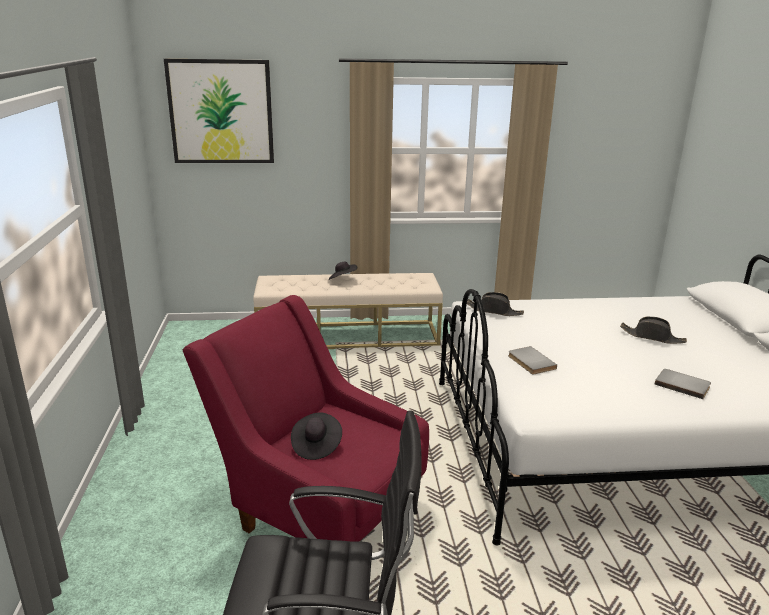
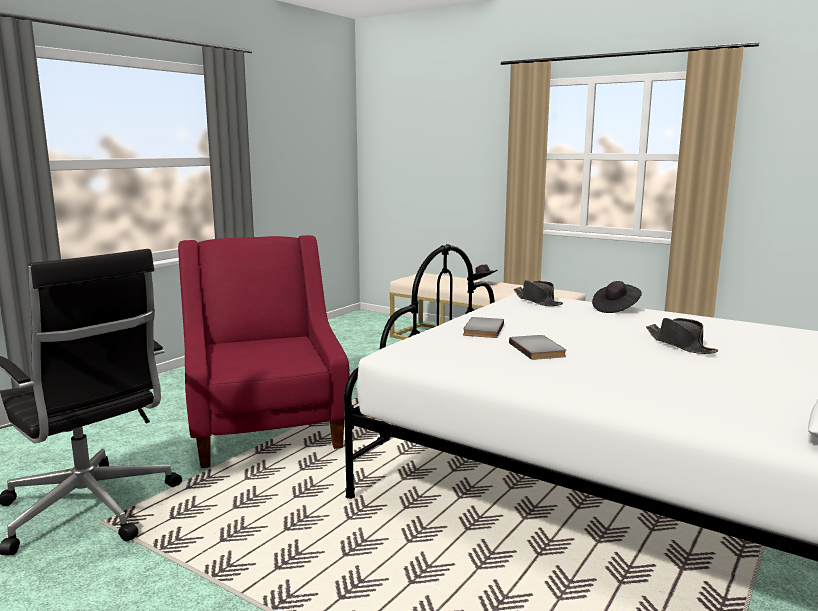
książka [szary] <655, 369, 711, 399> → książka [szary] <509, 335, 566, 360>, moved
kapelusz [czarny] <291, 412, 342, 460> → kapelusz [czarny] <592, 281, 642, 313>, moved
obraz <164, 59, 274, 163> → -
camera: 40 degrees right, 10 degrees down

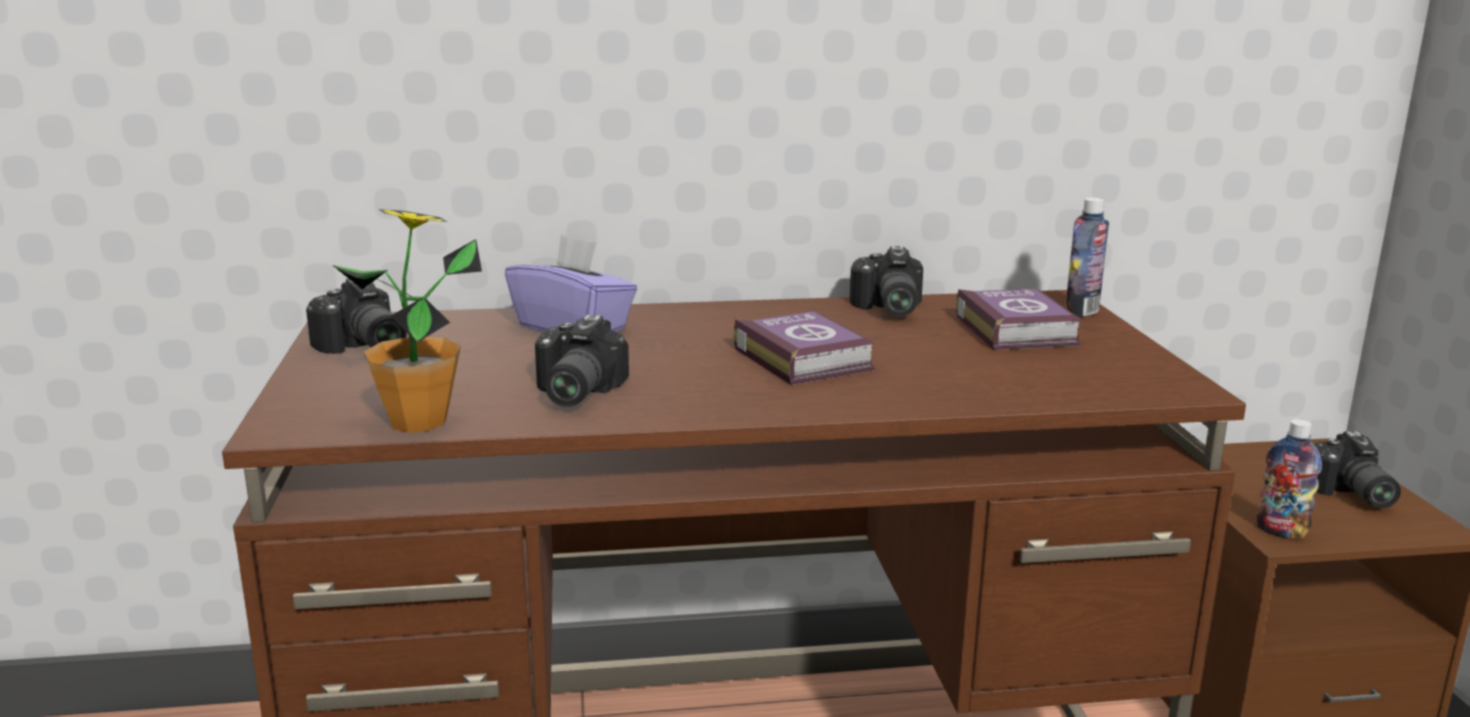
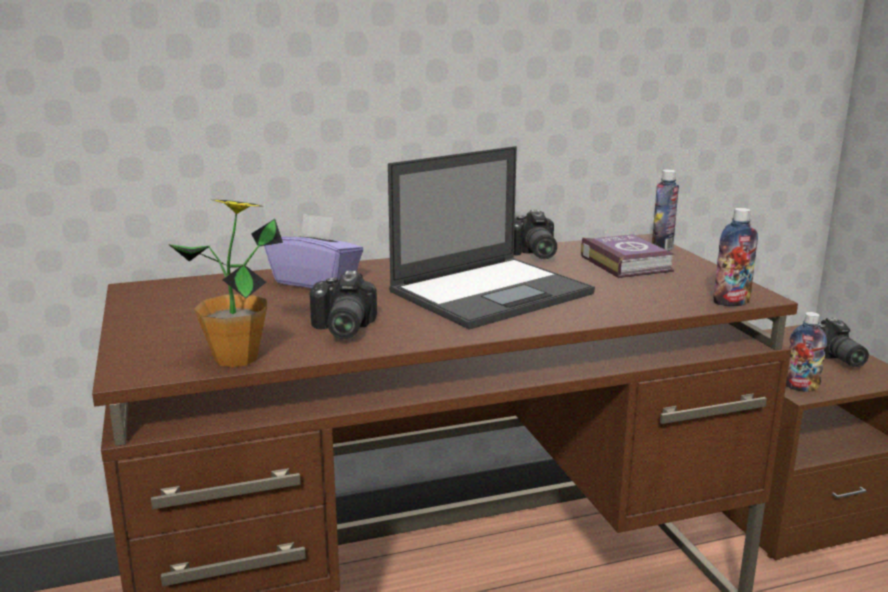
książka <733, 311, 877, 385> → laptop <388, 146, 595, 330>
- → butelka <713, 208, 758, 306>
aparat fotograficzny <306, 278, 406, 354> → -
camera: 10 degrees left, 0 degrees up

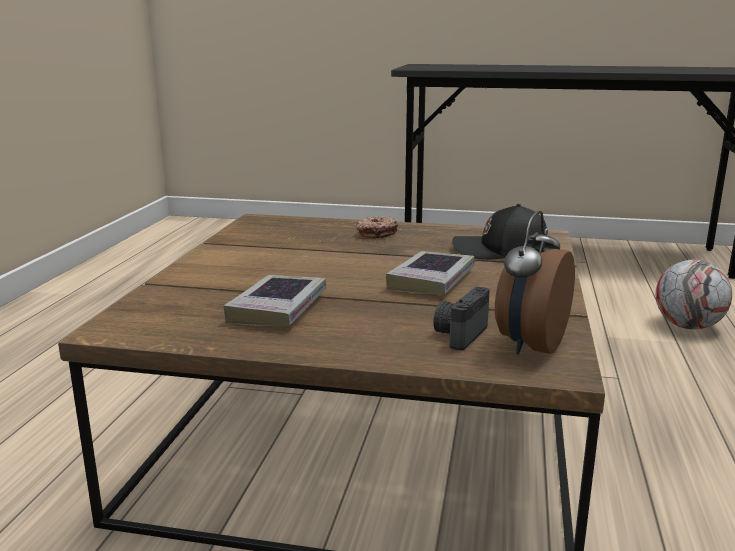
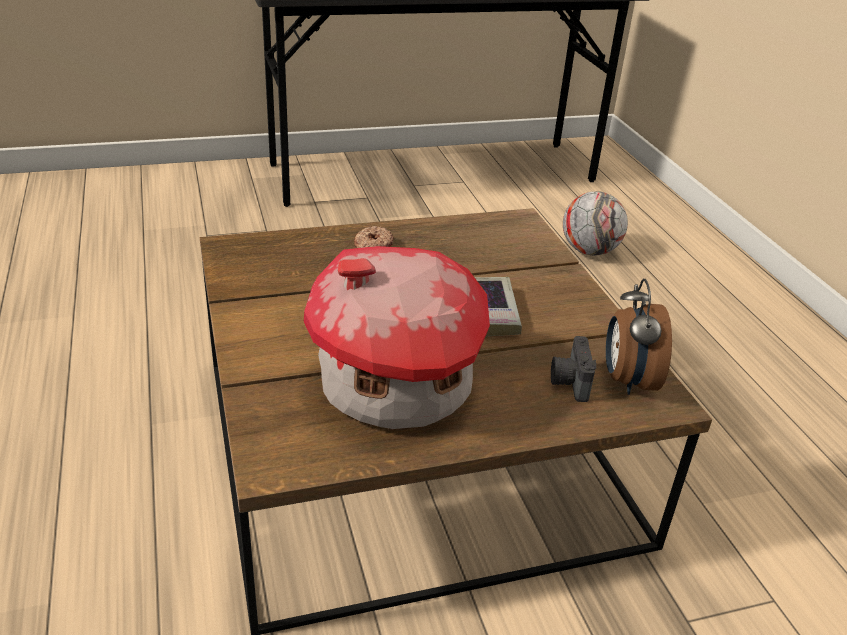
książka <223, 275, 327, 326> → domek <304, 246, 490, 429>
czapka z daszkiem [czarny] <452, 204, 547, 260> → -
camera: 30 degrees left, 15 degrees up

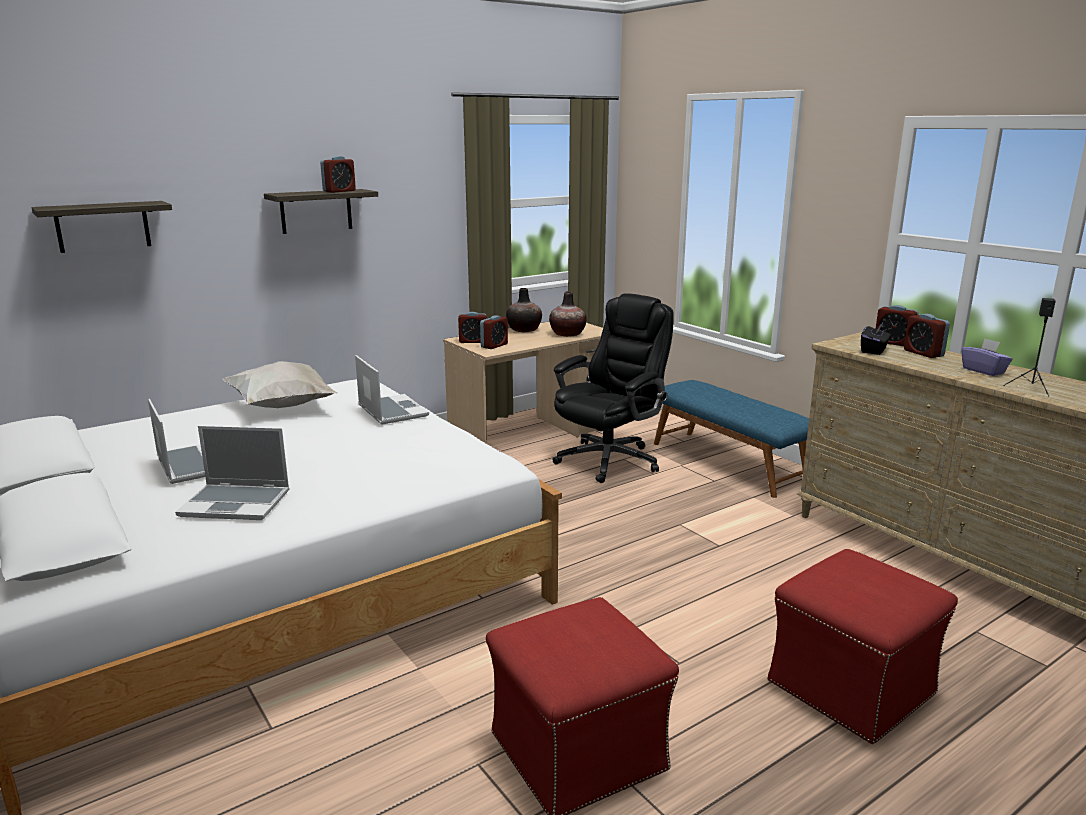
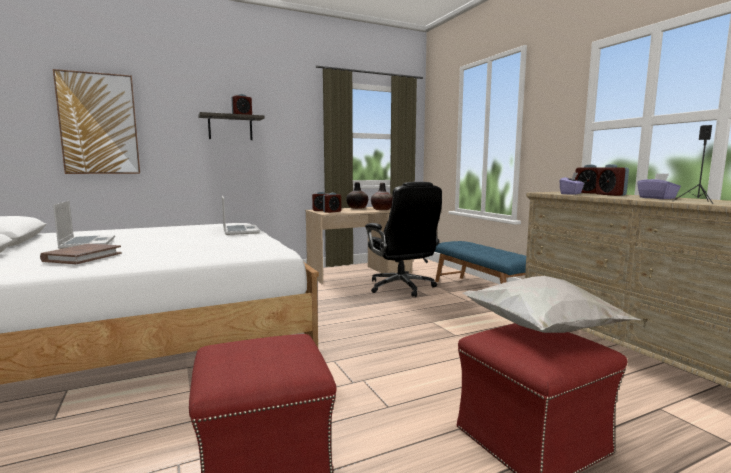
laptop <175, 426, 290, 520> → książka [brązowy] <40, 244, 122, 264>
półka <31, 201, 172, 253> → obraz <53, 69, 140, 174>
krzesło biurowe [czarny] <552, 293, 674, 483> → krzesło biurowe [czarny] <365, 182, 442, 297>, 105 degrees clockwise
poduszka [biały] <223, 361, 337, 408> → poduszka [biały] <463, 276, 641, 333>, moved
pudełko chusteczek [czarny] <861, 322, 891, 355> → pudełko chusteczek [fioletowy] <560, 173, 585, 195>
camera: 10 degrees right, 10 degrees down

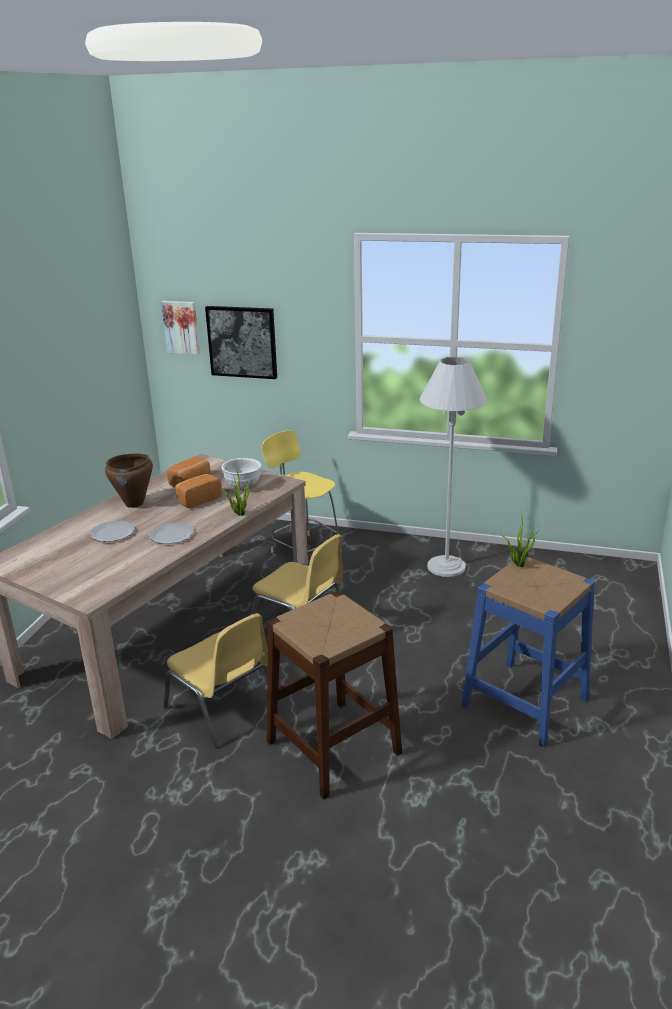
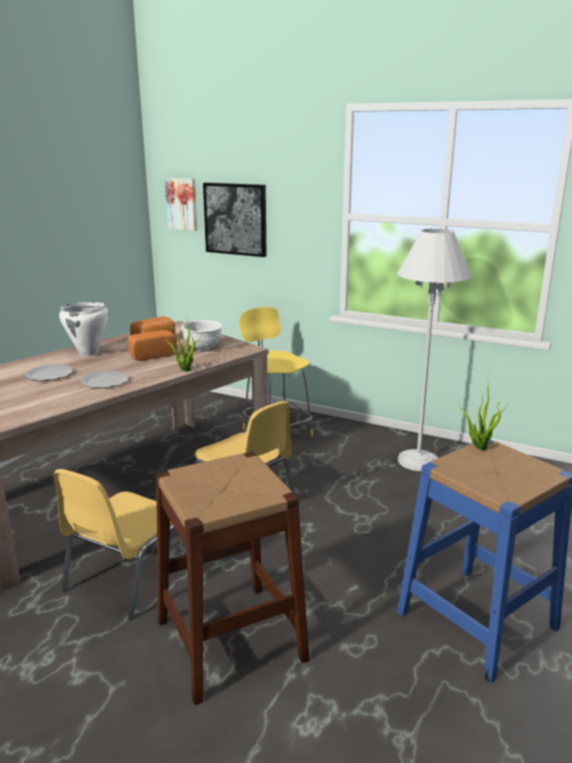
krzesło [żółty] <164, 613, 280, 748> → krzesło [żółty] <53, 469, 174, 620>, 60 degrees clockwise
garnek [brązowy] <105, 454, 153, 508> → garnek [biały] <59, 302, 109, 356>
camera: 10 degrees right, 5 degrees down

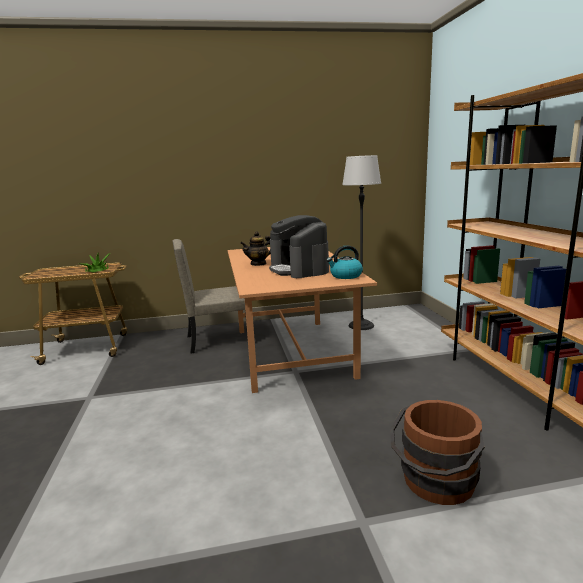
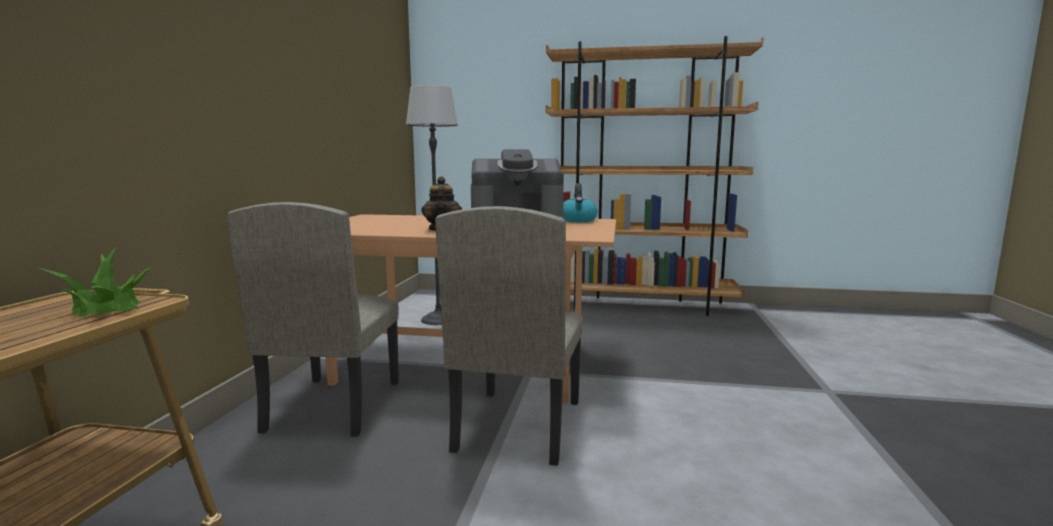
- → krzesło [beżowy] <435, 206, 583, 466>
wiadro [brązowy] <390, 400, 485, 505> → -
camera: 70 degrees left, 5 degrees down

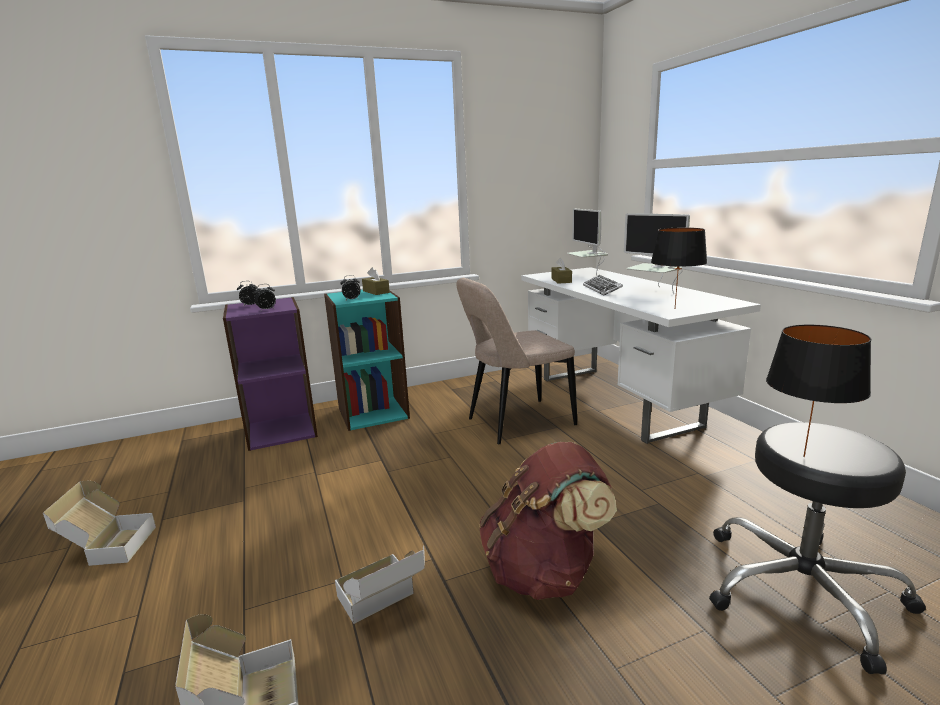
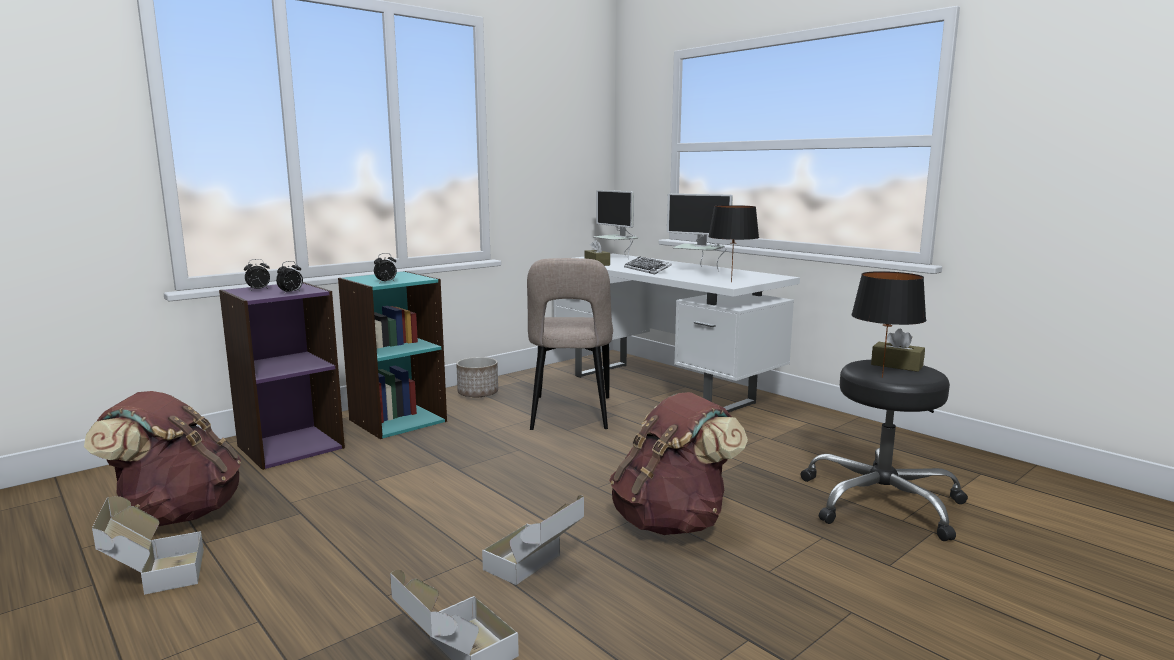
- → plecak [brązowy] <84, 391, 241, 526>
- → donica <456, 357, 498, 397>
krzesło [beżowy] <456, 278, 577, 444> → krzesło [beżowy] <527, 258, 613, 430>, 45 degrees counterclockwise
pudełko chusteczek [brązowy] <362, 267, 390, 295> → pudełko chusteczek [brązowy] <871, 329, 925, 372>, moved
camera: 20 degrees left, 5 degrees down

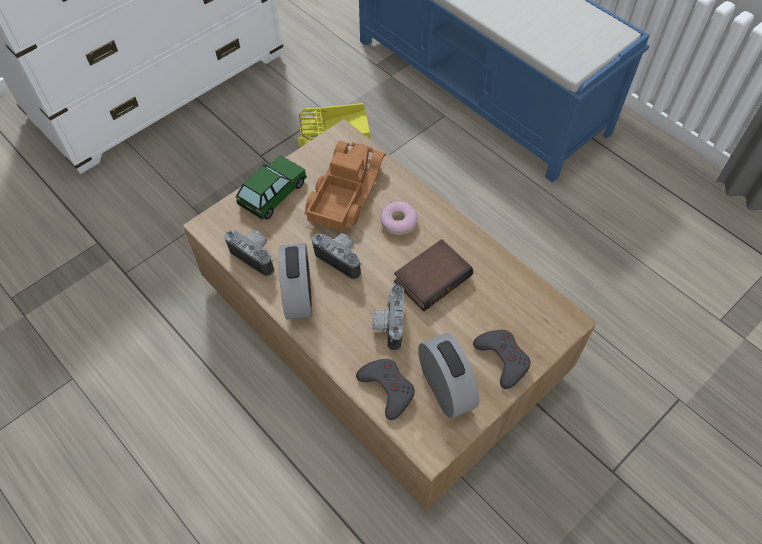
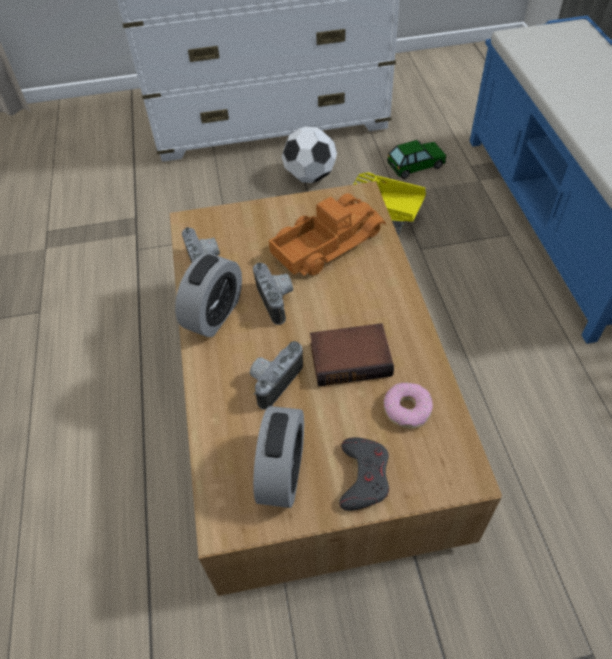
- → piłka futbolowa <282, 126, 337, 183>
donut <380, 201, 417, 235> → donut <384, 383, 433, 429>, moved
samochodzik <235, 155, 307, 220> → samochodzik <387, 140, 446, 179>, moved
pad do gier [szary] <356, 359, 415, 420> → -
camera: 35 degrees right, 5 degrees down

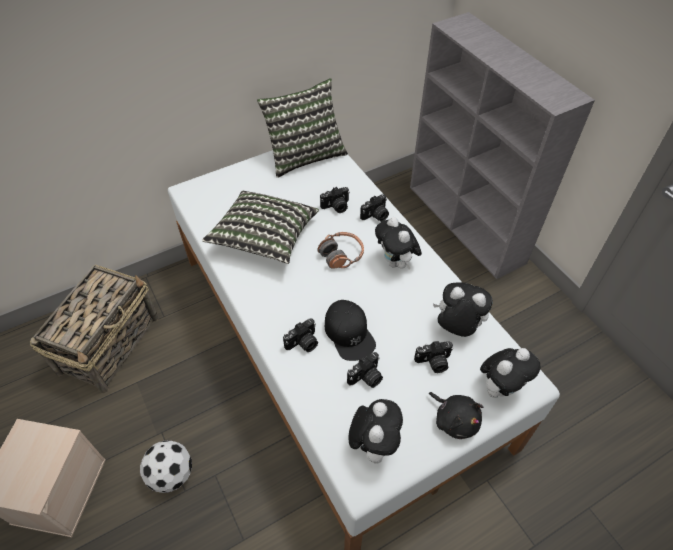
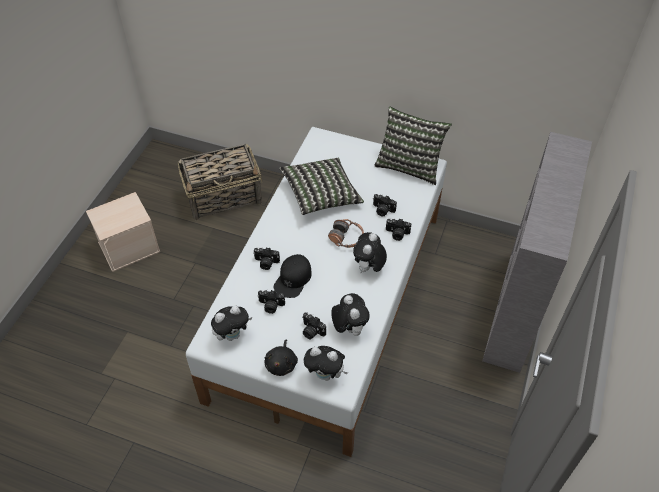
piłka futbolowa <140, 440, 192, 493> → -
camera: 50 degrees right, 0 degrees up

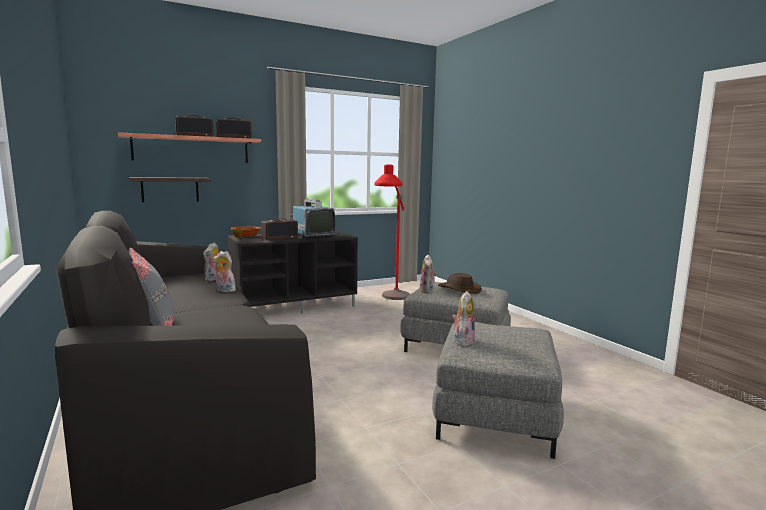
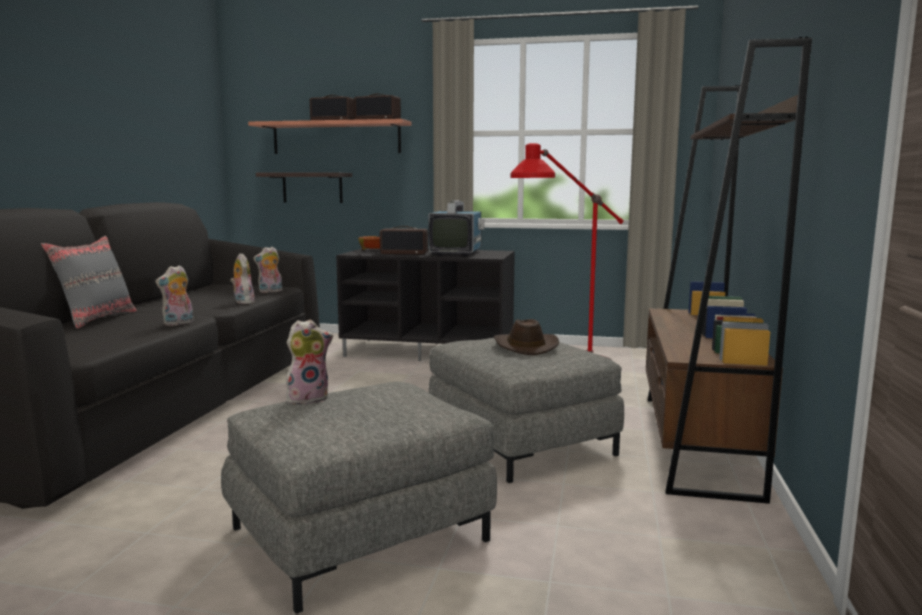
pluszak <419, 255, 437, 293> → pluszak <155, 265, 193, 326>, moved
- → regał [brązowy] <646, 37, 812, 504>
camera: 40 degrees right, 0 degrees up

